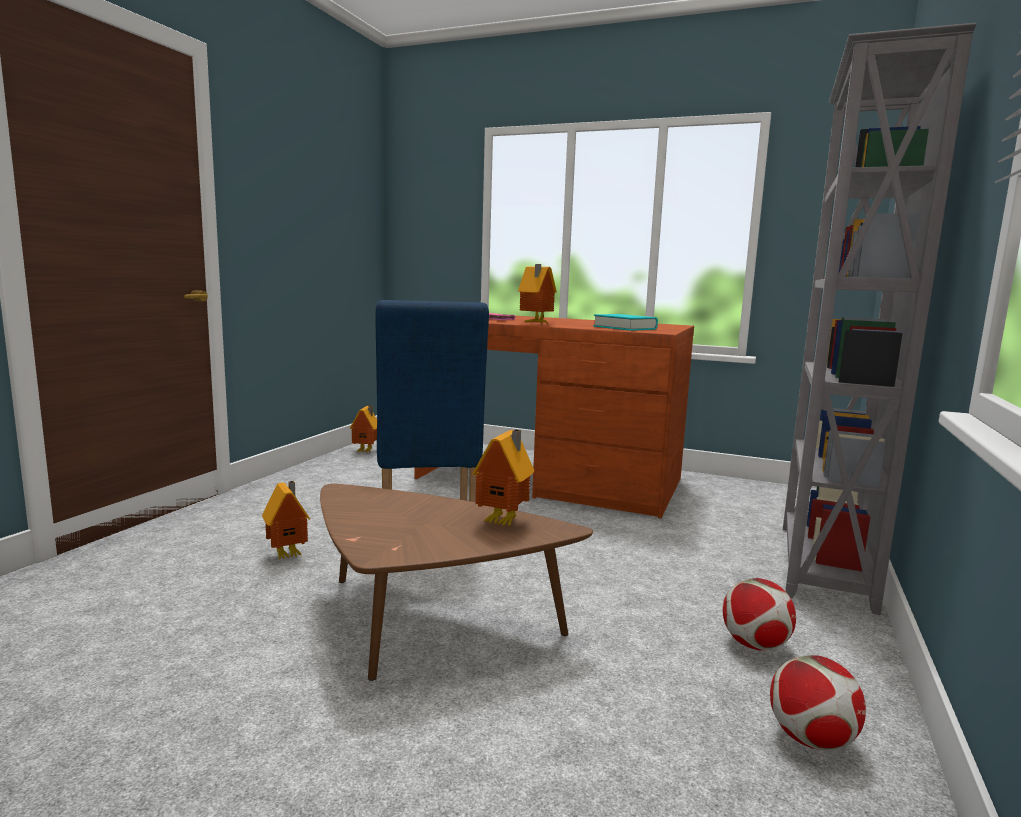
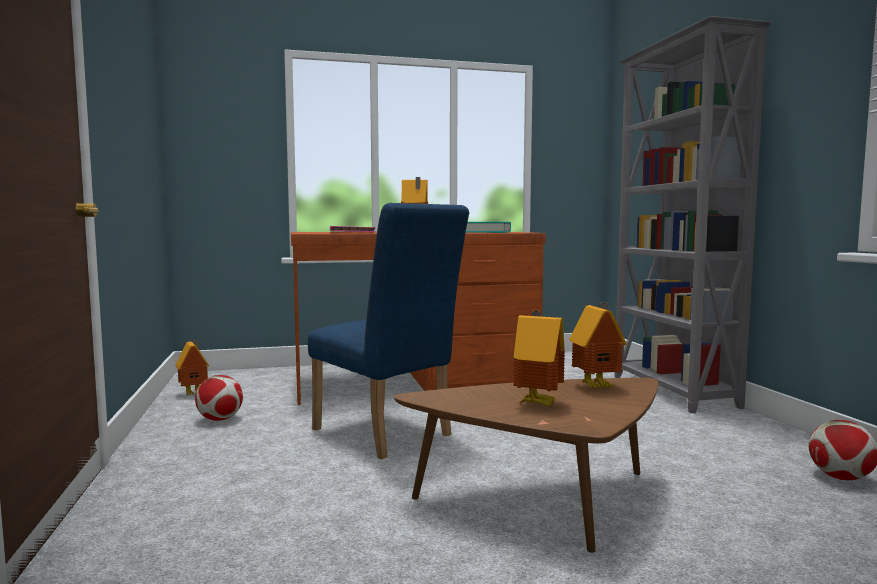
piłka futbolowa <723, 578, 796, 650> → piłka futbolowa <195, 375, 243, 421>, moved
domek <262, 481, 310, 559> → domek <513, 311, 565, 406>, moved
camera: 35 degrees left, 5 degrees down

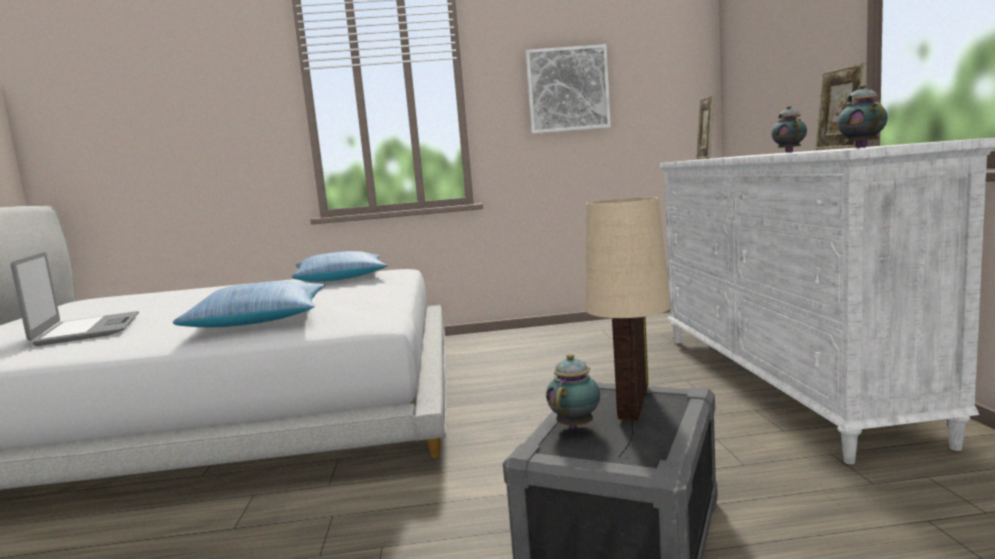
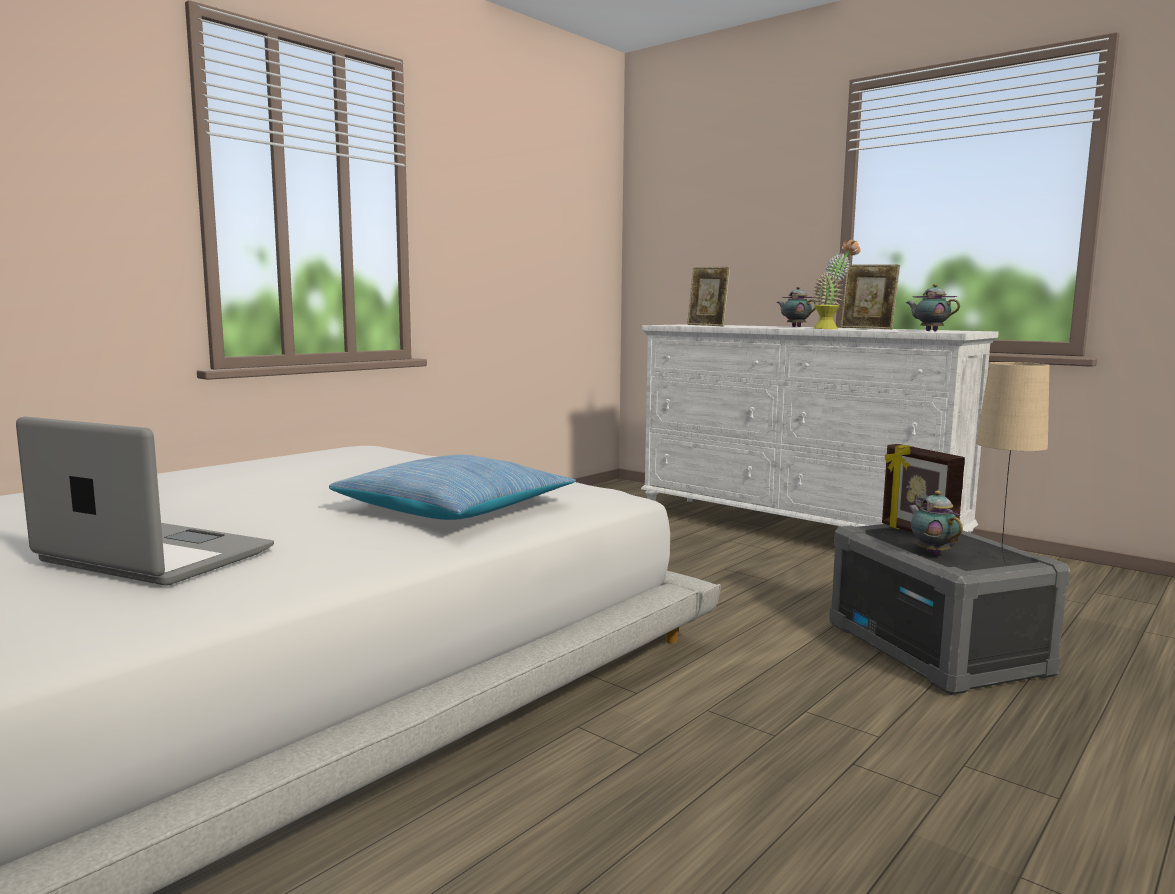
- → roślina doniczkowa <813, 240, 860, 329>
poduszka <292, 251, 388, 282> → -
obraz <526, 44, 611, 134> → -
camera: 45 degrees left, 0 degrees up

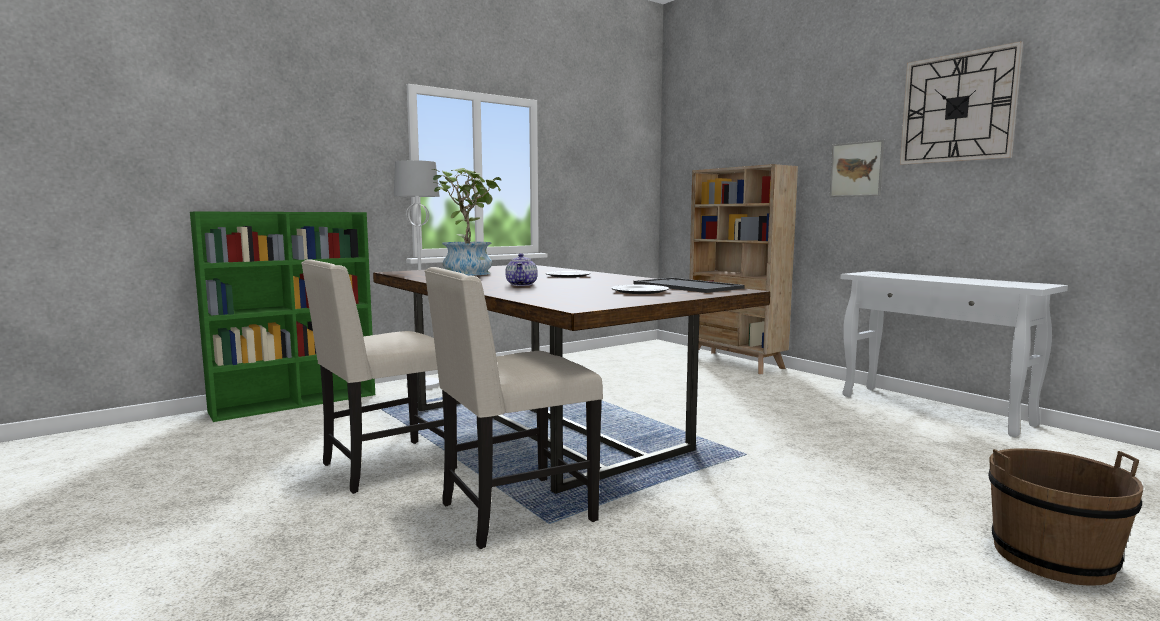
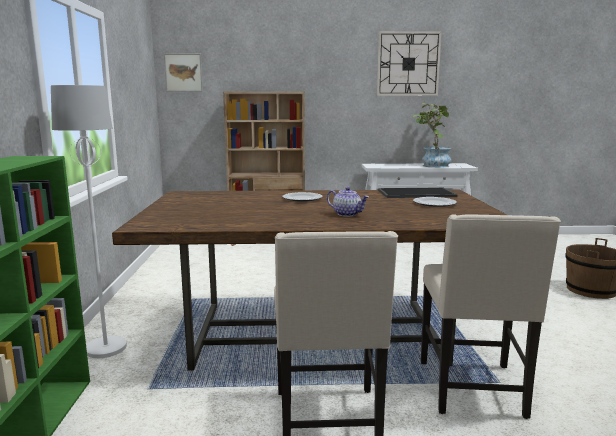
obraz <829, 140, 884, 197> → obraz <164, 54, 203, 91>, moved
roślina doniczkowa <433, 168, 501, 276> → roślina doniczkowa <413, 103, 452, 168>, moved
camera: 55 degrees left, 5 degrees up

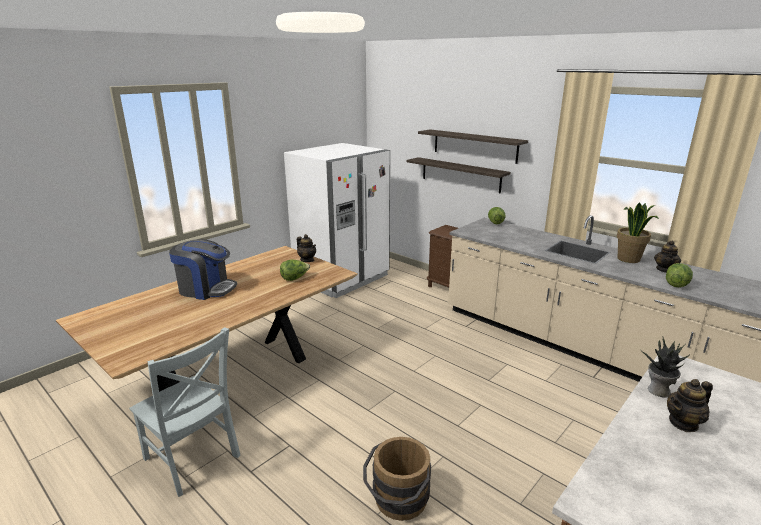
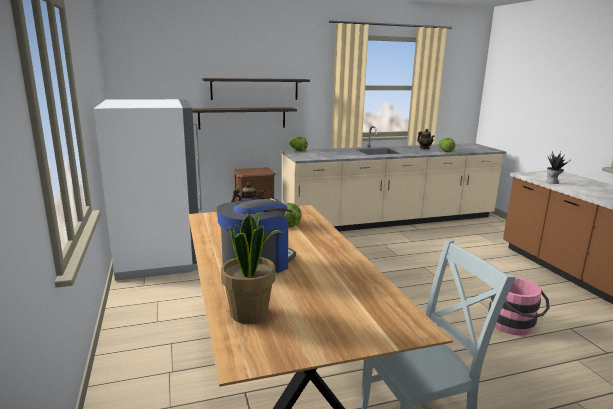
roślina doniczkowa <617, 202, 659, 263> → roślina doniczkowa <221, 212, 284, 324>, moved
wiadro [brązowy] <363, 437, 431, 521> → wiadro [różowy] <488, 277, 550, 336>
imbryk <667, 379, 713, 432> → -
camera: 60 degrees left, 5 degrees down

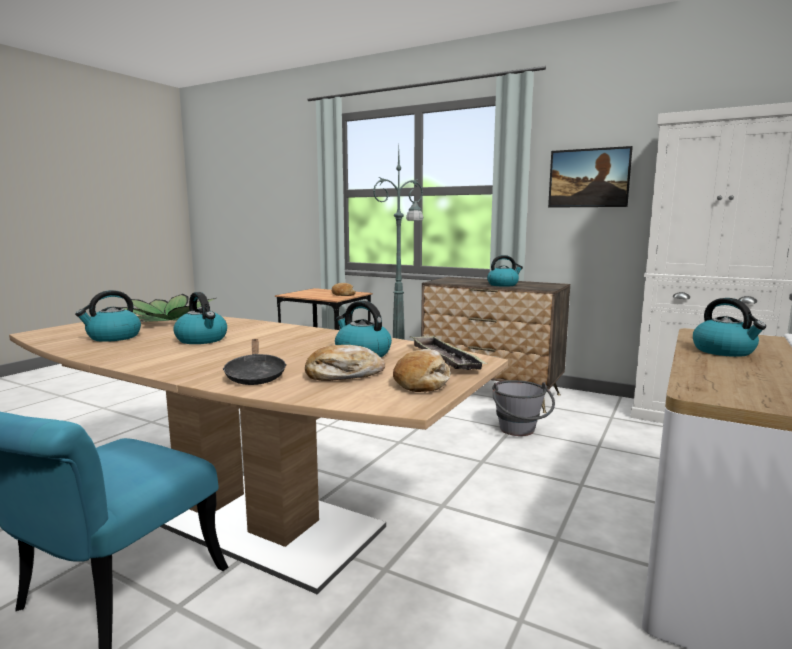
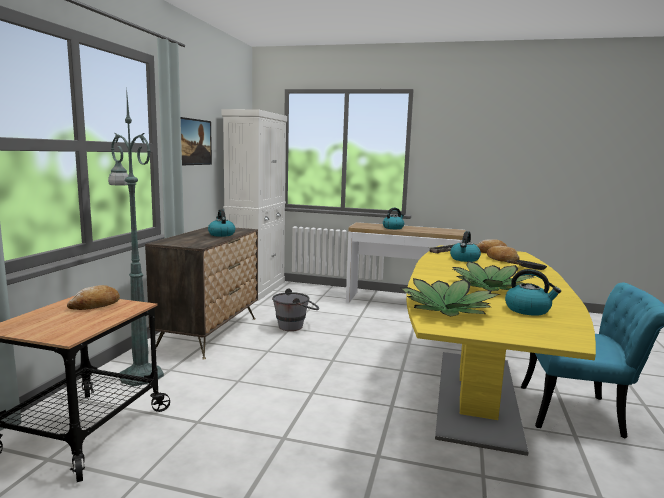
stół jadalny [brązowy] <9, 314, 508, 594> → stół jadalny [żółty] <406, 245, 596, 456>
czajnik <173, 292, 227, 344> → roślina doniczkowa <453, 261, 534, 291>
camera: 105 degrees left, 0 degrees up

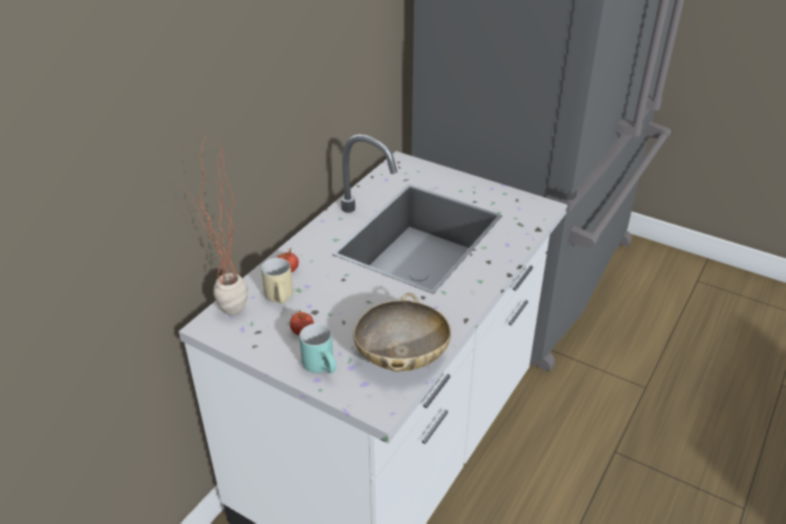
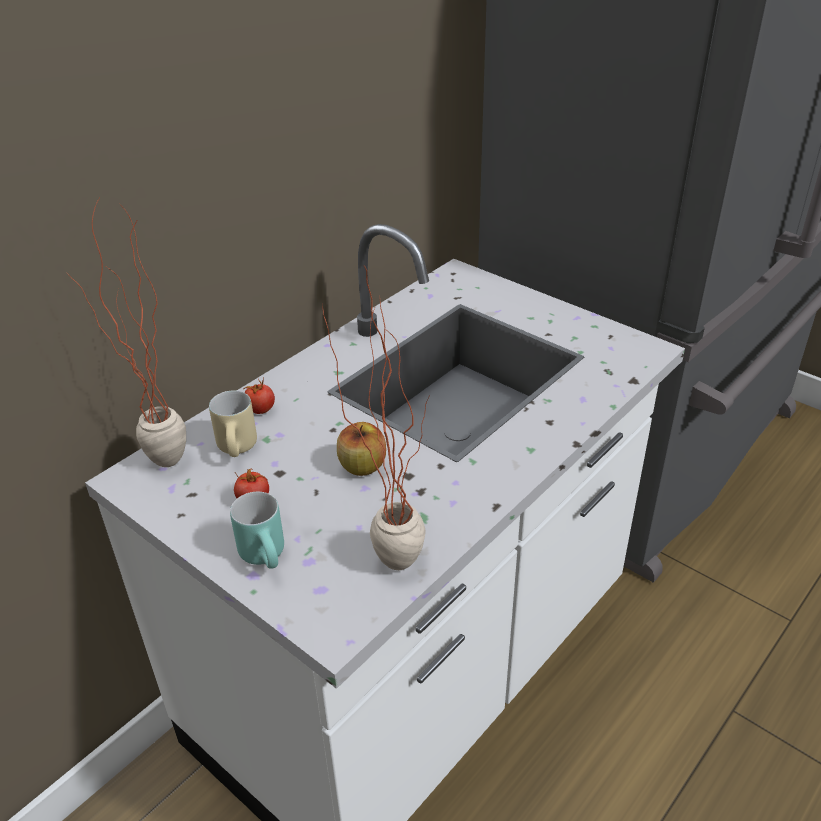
miska [beżowy] <353, 293, 451, 372> → roślina doniczkowa <322, 266, 430, 570>
- → jabłko <337, 422, 386, 476>
camera: 10 degrees right, 0 degrees up

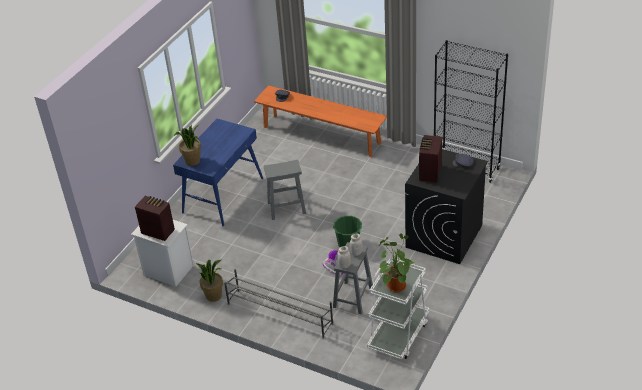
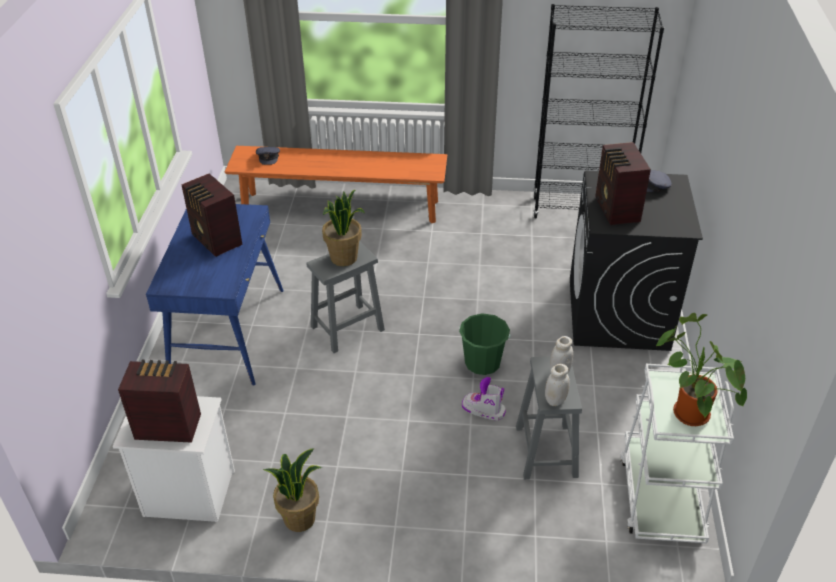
- → radio <182, 174, 243, 257>
roślina doniczkowa <174, 125, 201, 166> → roślina doniczkowa <322, 189, 365, 266>, moved
regał na buty [szary] <224, 269, 333, 339> → -
camera: 25 degrees left, 0 degrees up

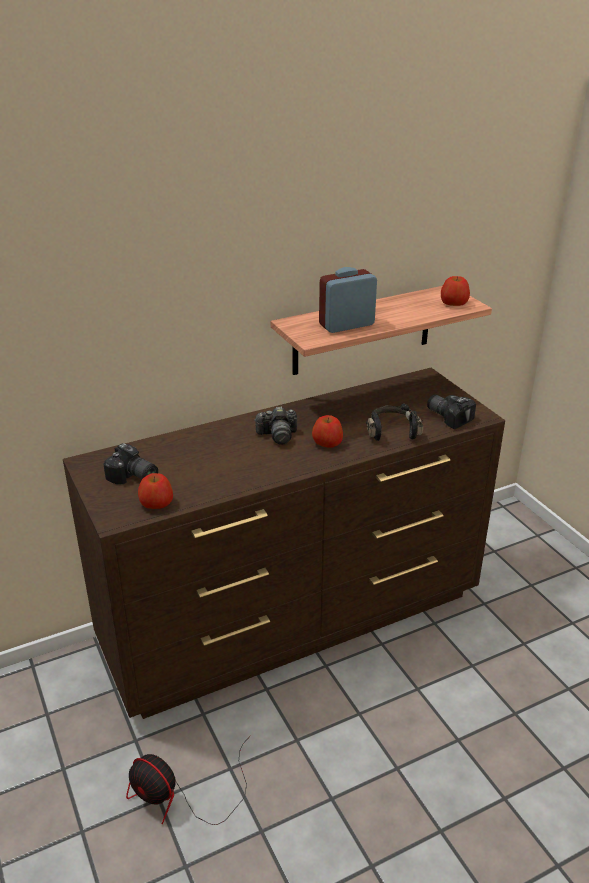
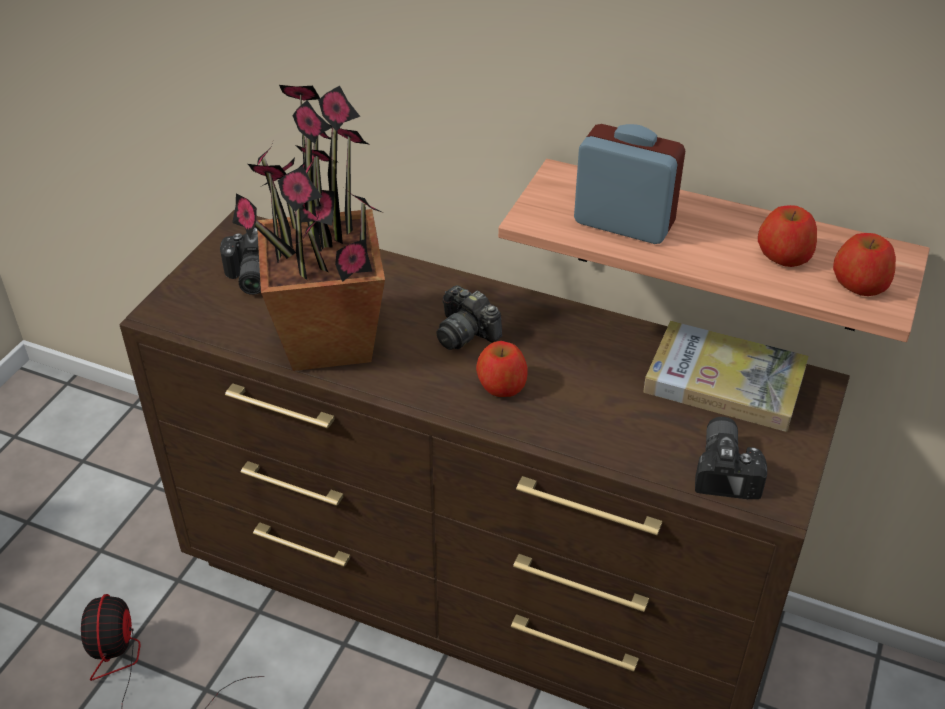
- → roślina doniczkowa <232, 85, 385, 371>
- → książka <643, 321, 809, 432>
jabłko <138, 473, 173, 509> → jabłko <758, 205, 817, 267>, moved
słuchawki [czarny] <366, 404, 423, 441> → -
camera: 50 degrees right, 10 degrees up

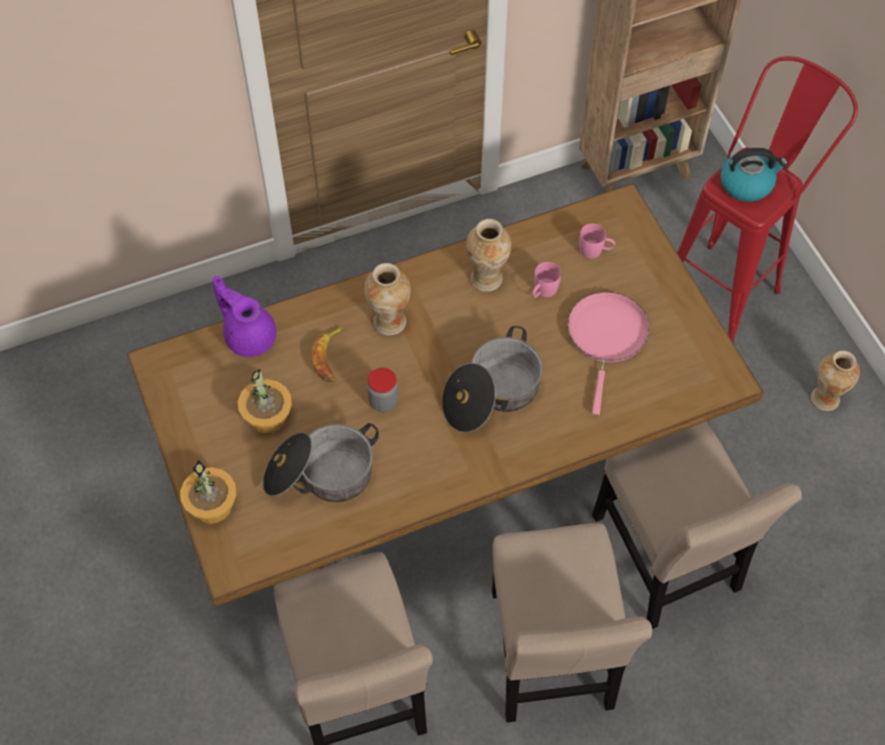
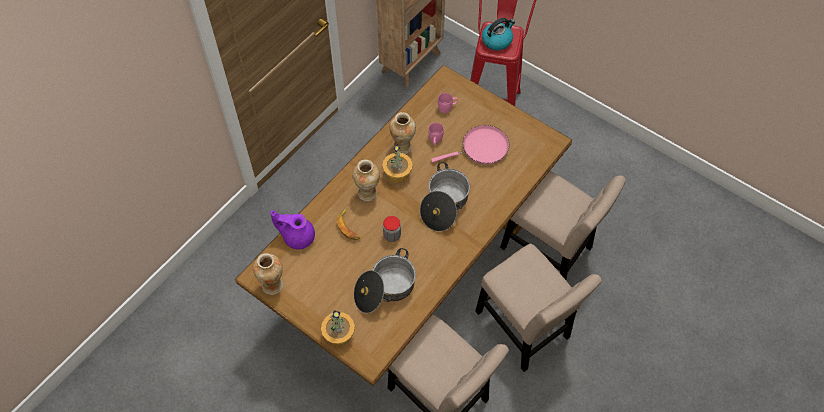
wazon <811, 350, 860, 411> → wazon <253, 253, 283, 295>, moved
roślina doniczkowa <238, 369, 292, 434> → roślina doniczkowa <382, 144, 413, 183>, moved
patelnia [różowy] <567, 292, 649, 415> → patelnia [różowy] <431, 125, 509, 165>, 90 degrees clockwise
camera: 30 degrees left, 0 degrees up

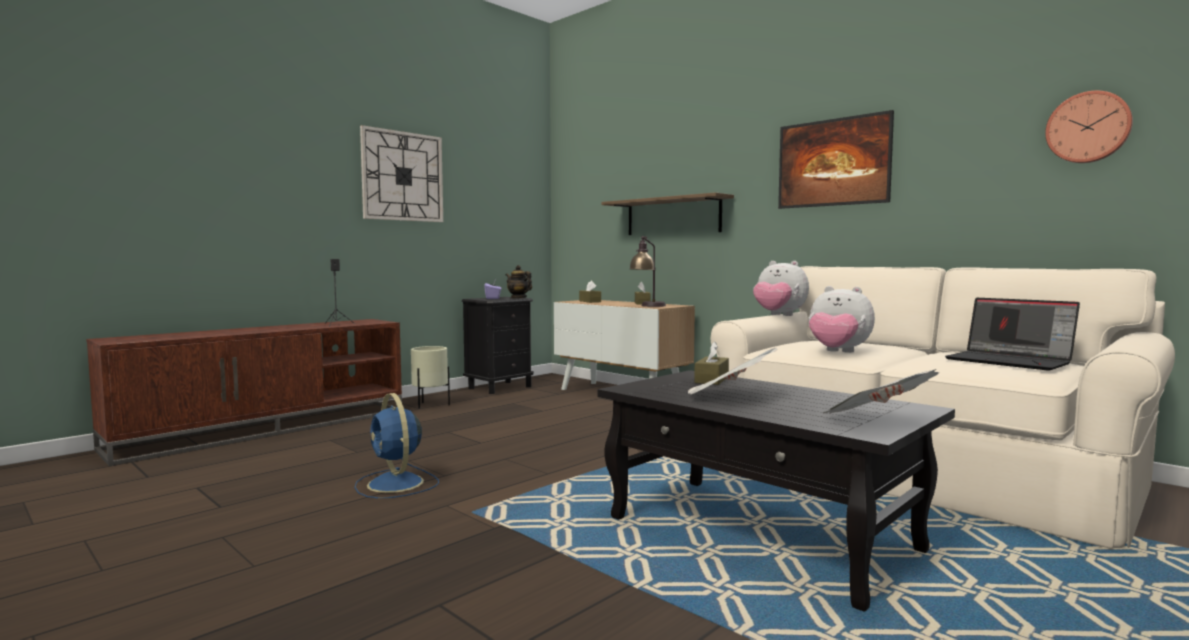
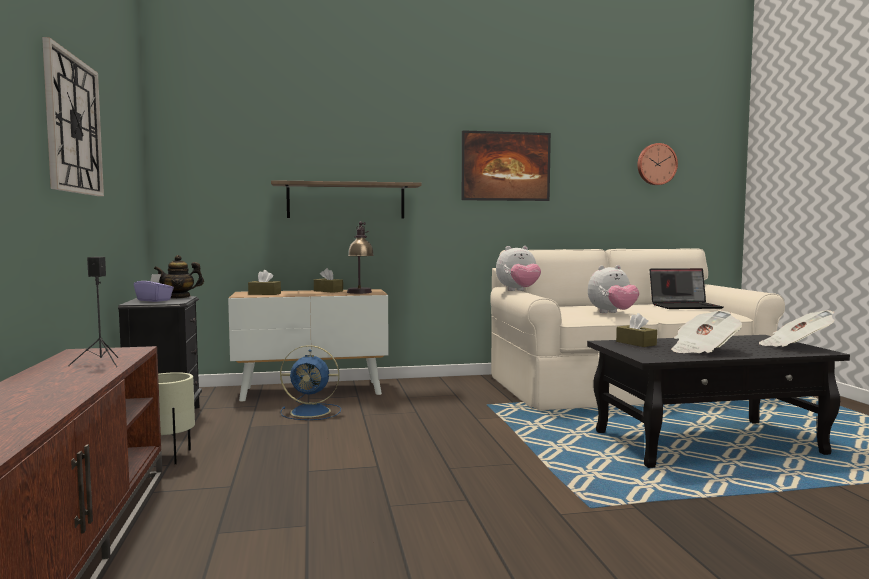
wentylator [niebieski] <355, 393, 439, 499> → wentylator [niebieski] <280, 345, 341, 420>, moved
camera: 55 degrees left, 0 degrees up

